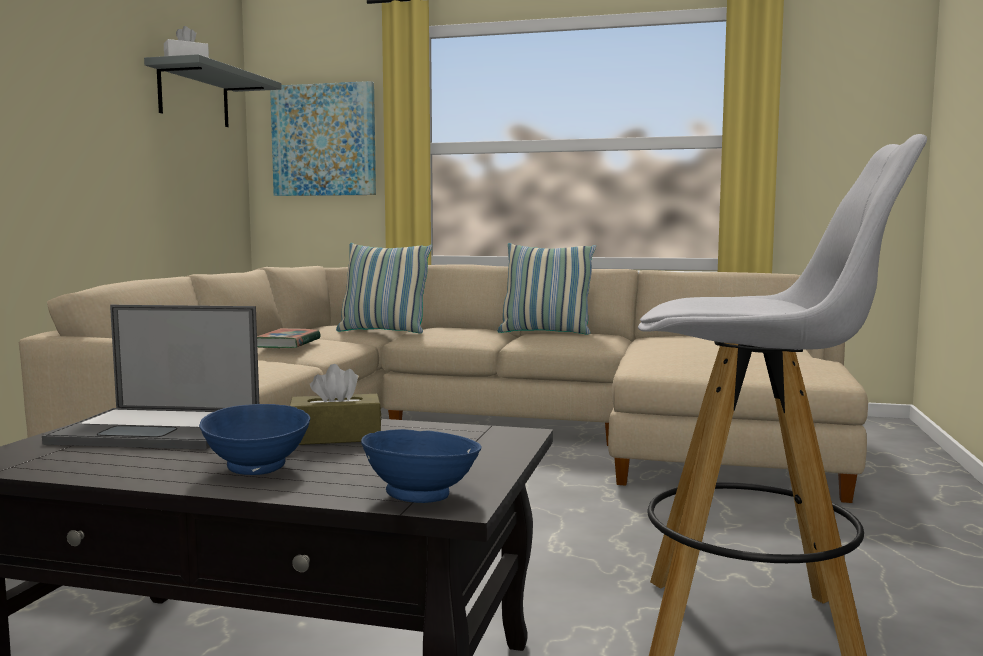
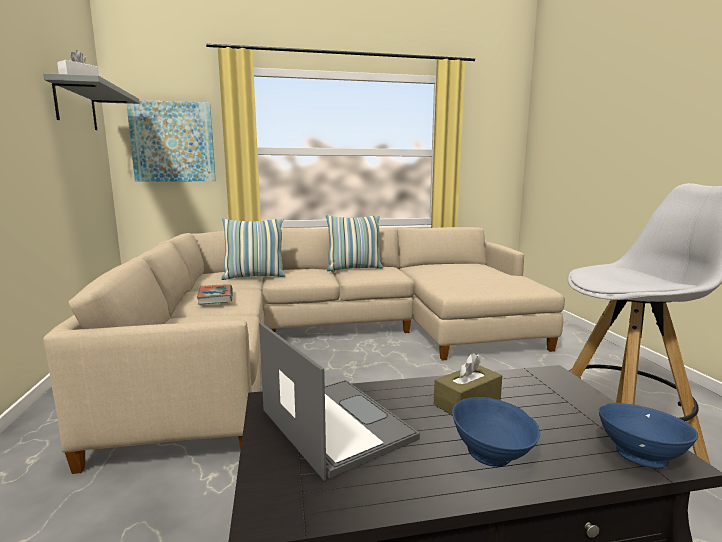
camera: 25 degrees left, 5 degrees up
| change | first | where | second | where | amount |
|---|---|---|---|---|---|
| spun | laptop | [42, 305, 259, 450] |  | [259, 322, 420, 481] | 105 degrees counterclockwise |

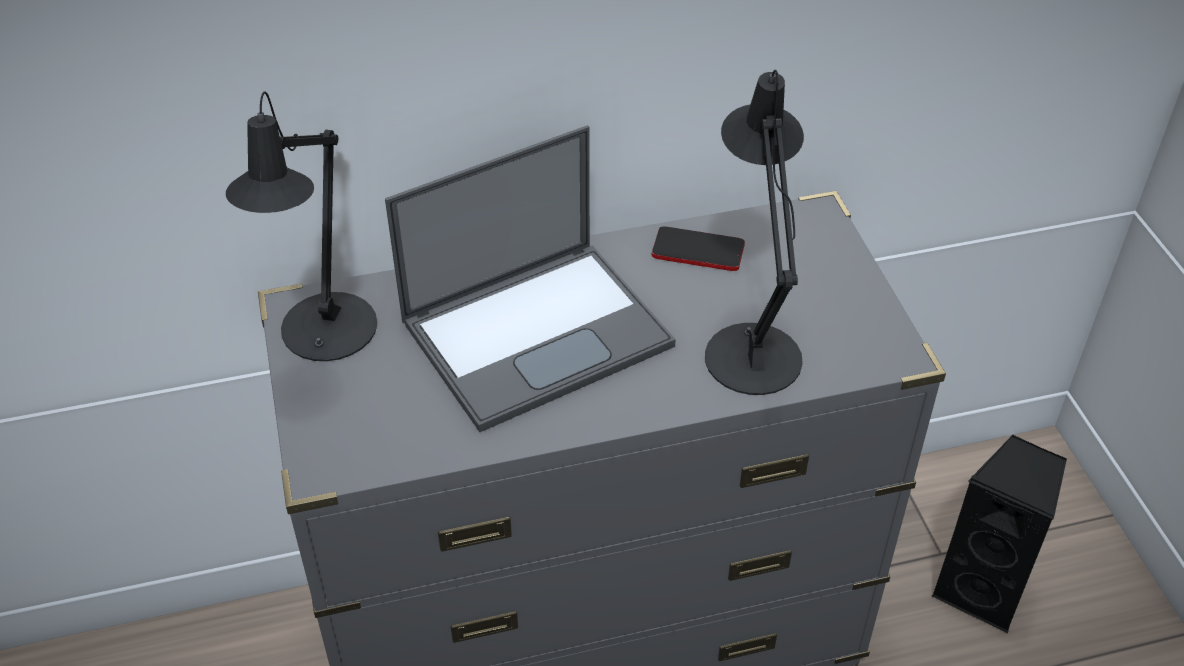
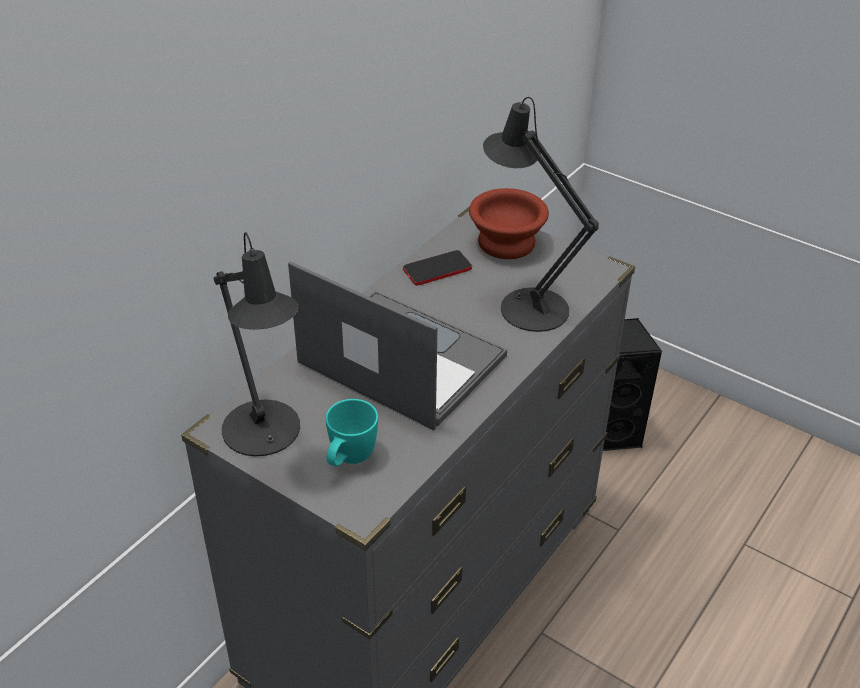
camera: 40 degrees left, 5 degrees down
| change | first | where | second | where | amount |
|---|---|---|---|---|---|
| appeared |  |  | turquoise mug | [325, 399, 378, 466] |  |
| appeared |  |  | brown bowl | [469, 188, 549, 259] |  |
| spun | laptop | [385, 125, 676, 432] |  | [288, 261, 507, 430] | 75 degrees counterclockwise |

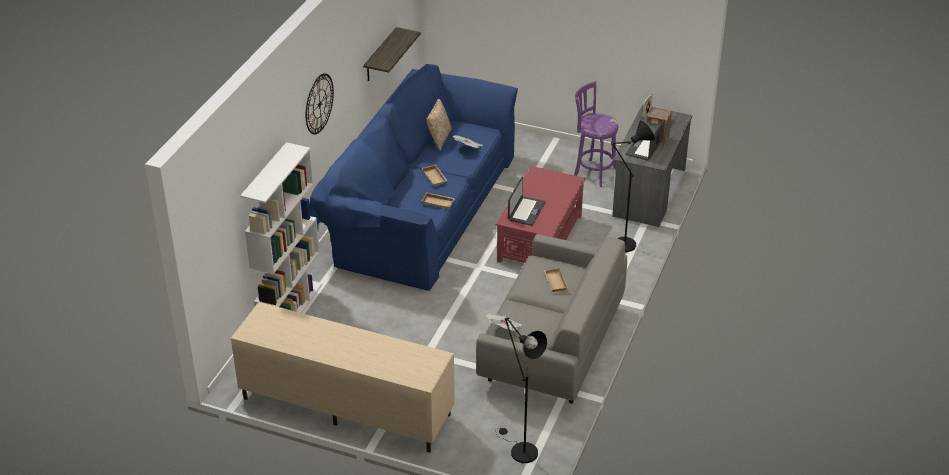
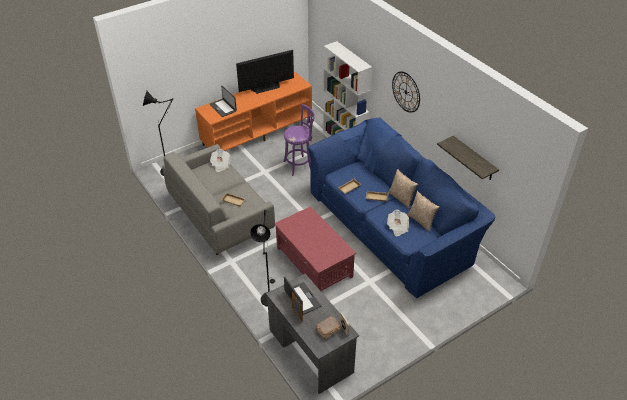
camera: 125 degrees right, 5 degrees up
| change | first | where | second | where | amount |
|---|---|---|---|---|---|
| appeared |  |  | television | [236, 50, 294, 94] |  |
| appeared |  |  | pillow | [388, 169, 418, 209] |  |
| relocated | laptop | [508, 176, 546, 226] |  | [210, 86, 237, 117] |  |
| relocated | purple stool | [574, 81, 618, 187] |  | [283, 104, 315, 176] |  |
| colour | beige tv stand | [231, 302, 455, 452] | orange tv stand | [195, 72, 312, 151] |  |

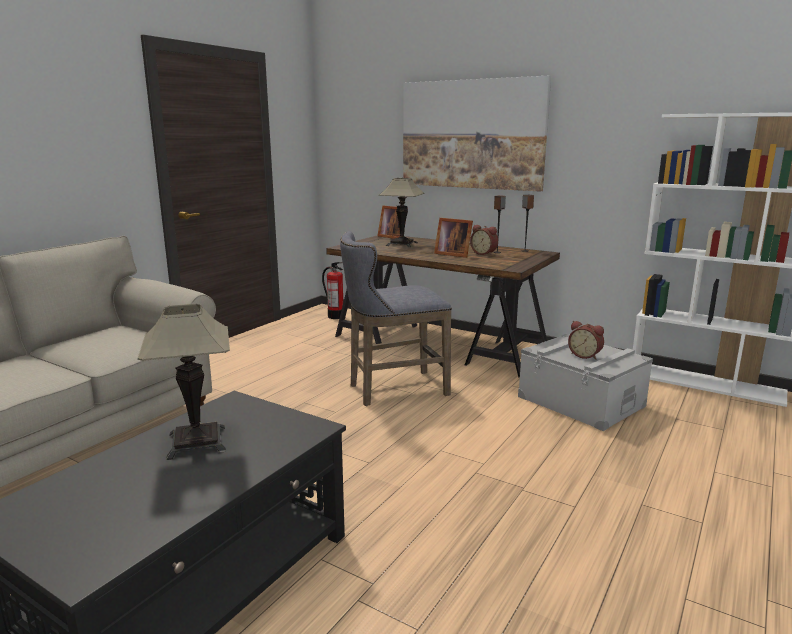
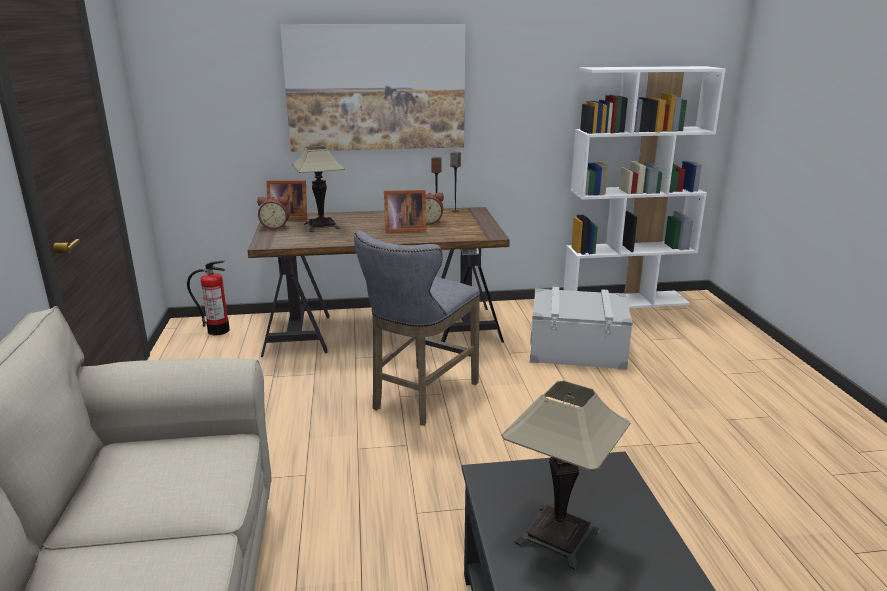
camera: 40 degrees left, 5 degrees up
| change | first | where | second | where | amount |
|---|---|---|---|---|---|
| relocated | alarm clock | [568, 321, 604, 360] |  | [257, 197, 290, 230] |  |

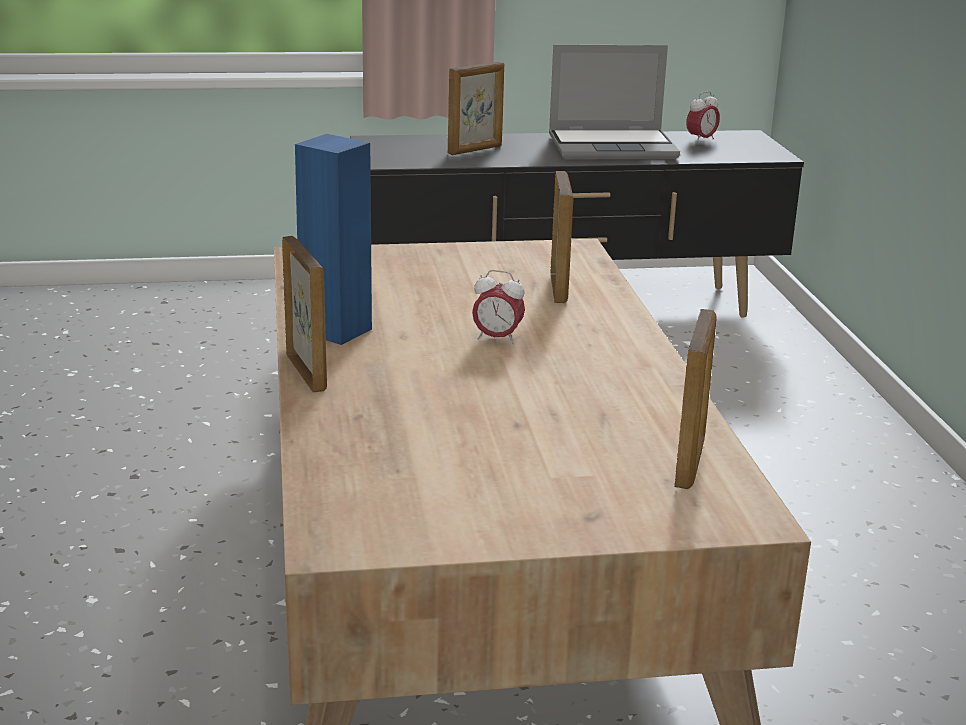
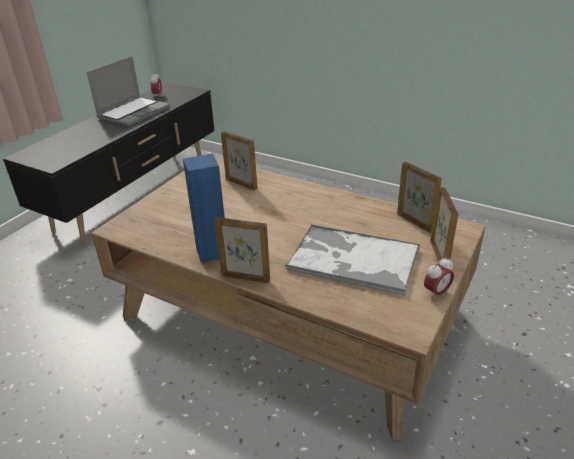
camera: 50 degrees left, 10 degrees up
| change | first | where | second | where | amount |
|---|---|---|---|---|---|
| appeared |  |  | tray | [285, 224, 420, 296] |  |
| relocated | picture frame | [448, 62, 504, 155] |  | [430, 187, 458, 263] |  |
| relocated | alarm clock | [472, 270, 525, 344] |  | [424, 257, 454, 300] |  |

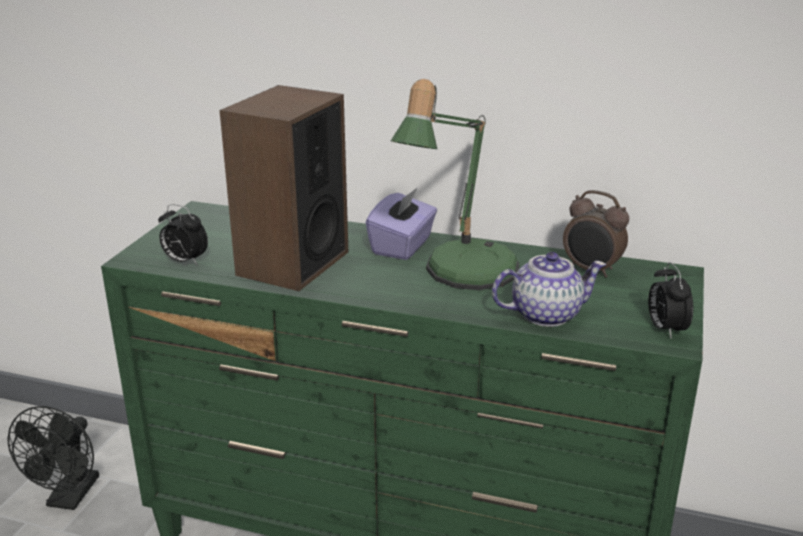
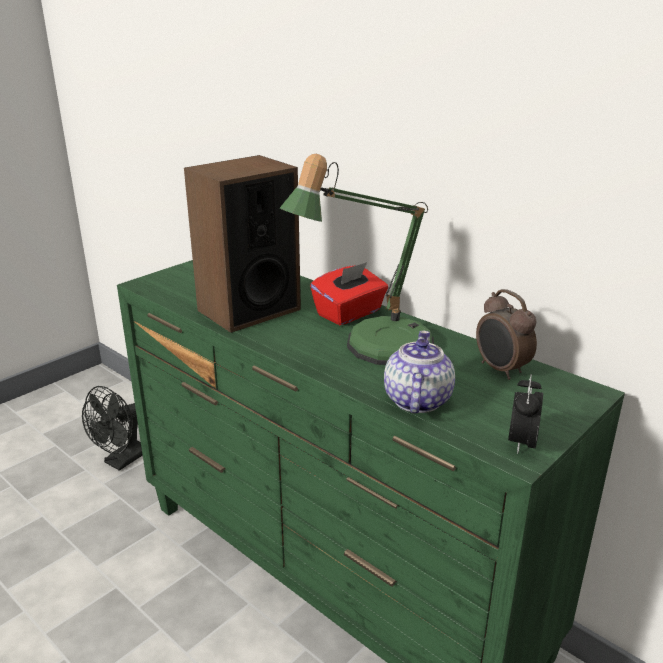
camera: 25 degrees right, 0 degrees up
| change | first | where | second | where | amount |
|---|---|---|---|---|---|
| missing | alarm clock | [158, 204, 208, 265] |  |  |  |
| colour | purple tissue box | [366, 187, 437, 260] | red tissue box | [310, 262, 388, 325] |  |
| spun | teapot | [492, 252, 606, 327] |  | [384, 331, 455, 414] | 90 degrees counterclockwise |

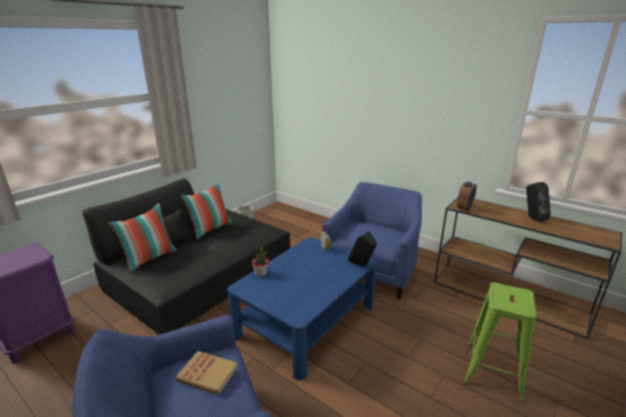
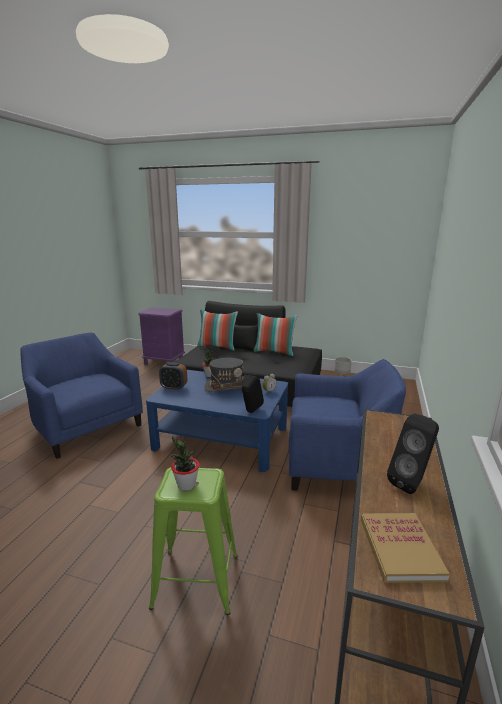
camera: 70 degrees right, 5 degrees down
| change | first | where | second | where | amount |
|---|---|---|---|---|---|
| appeared |  |  | potted plant | [171, 436, 200, 491] |  |
| appeared |  |  | grey hat | [204, 358, 244, 392] |  |
| relocated | book | [176, 351, 238, 395] |  | [361, 513, 450, 583] |  |
| relocated | alarm clock | [457, 182, 477, 211] |  | [159, 362, 187, 390] |  |

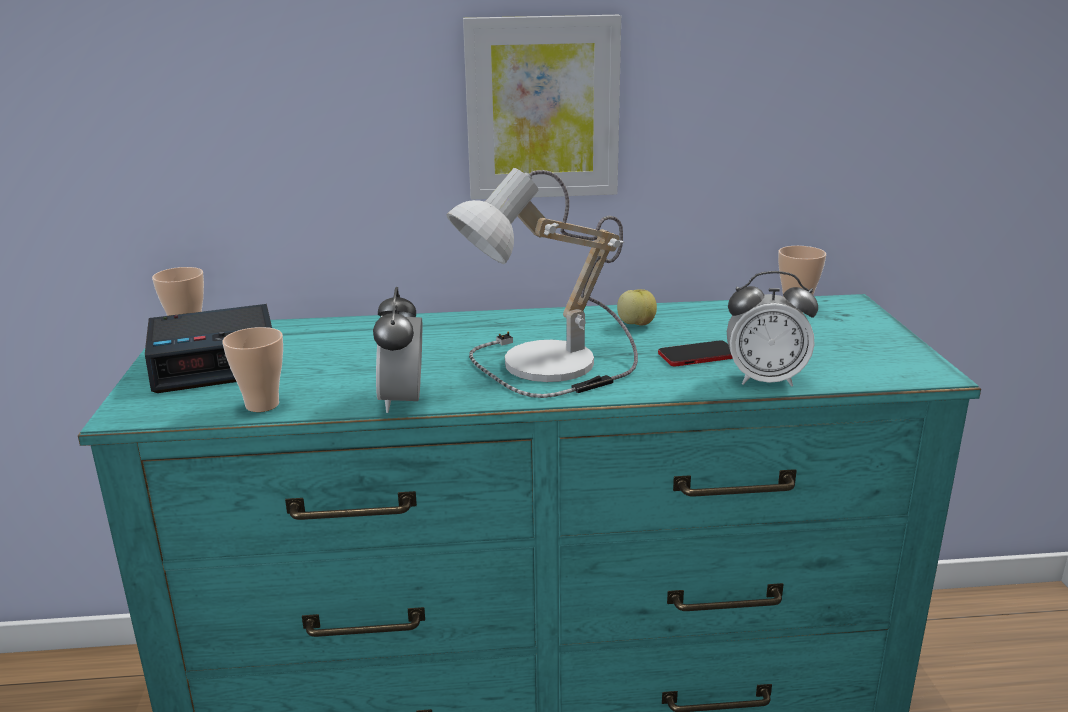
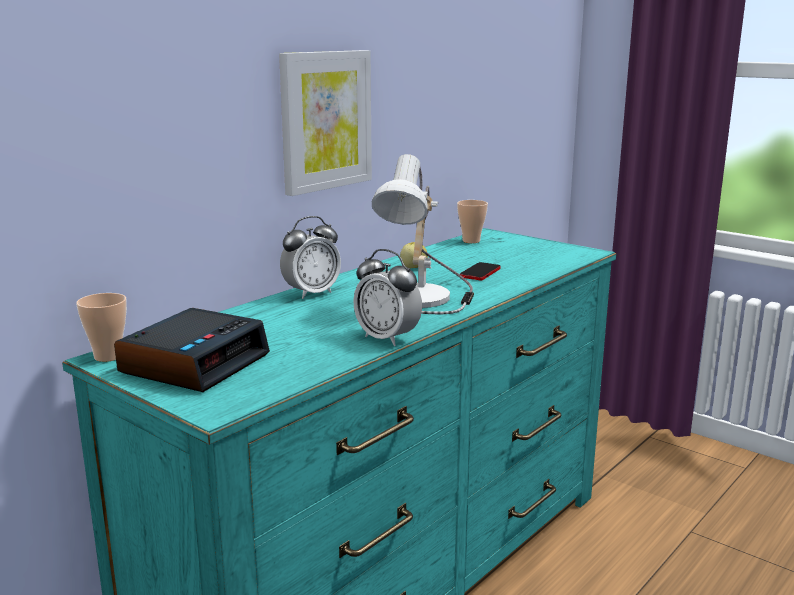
camera: 45 degrees left, 5 degrees down
| change | first | where | second | where | amount |
|---|---|---|---|---|---|
| missing | cup | [222, 327, 283, 412] |  |  |  |
| relocated | alarm clock | [727, 271, 818, 387] |  | [280, 216, 341, 299] |  |

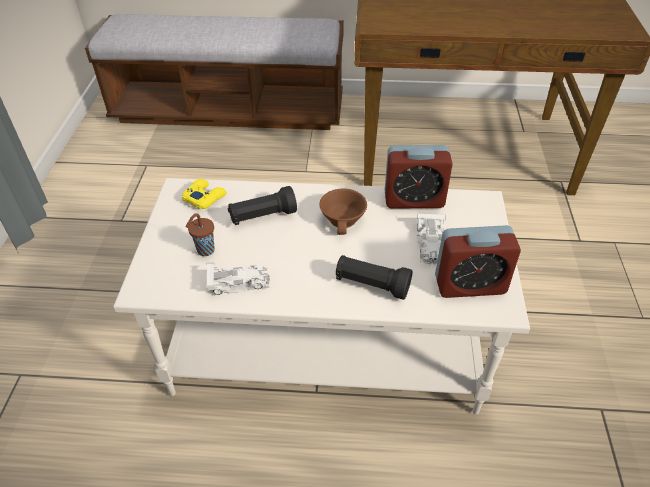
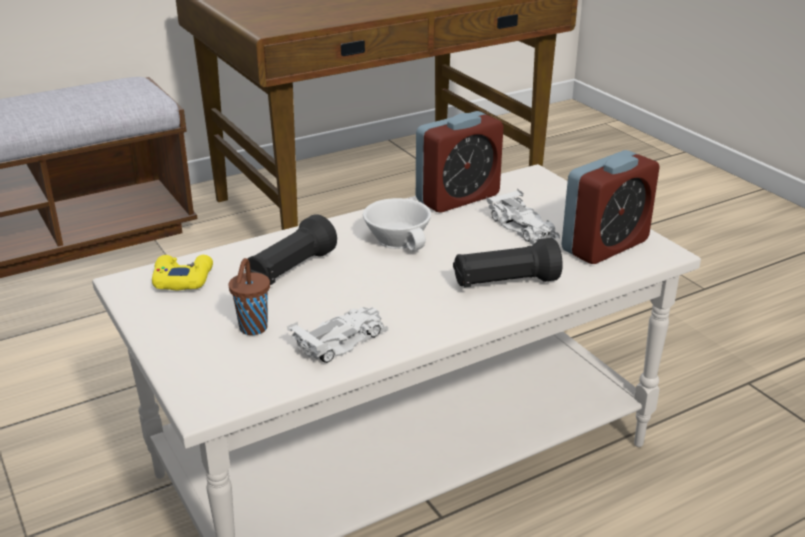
camera: 35 degrees left, 15 degrees down
| change | first | where | second | where | amount |
|---|---|---|---|---|---|
| colour | brown cup | [319, 188, 367, 235] | white cup | [363, 198, 431, 251] |  |

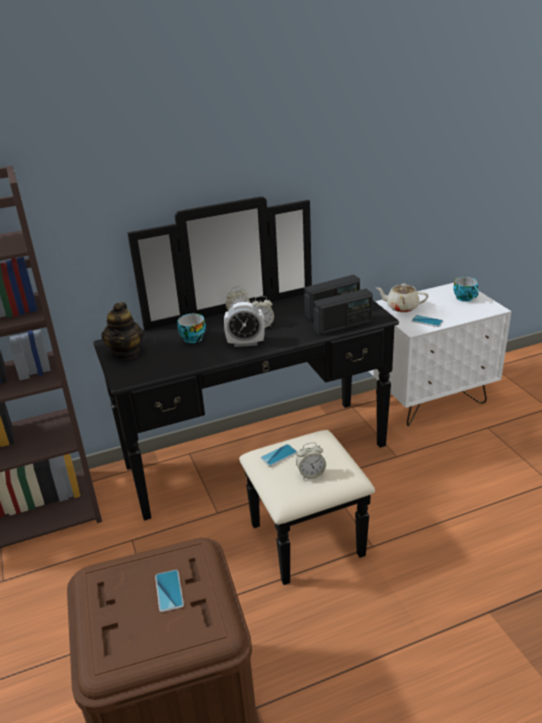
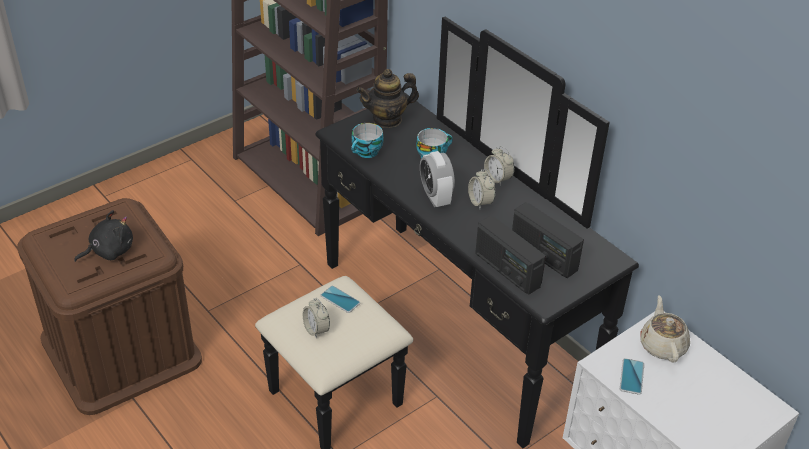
camera: 70 degrees right, 10 degrees up
| change | first | where | second | where | amount |
|---|---|---|---|---|---|
| relocated | cup | [453, 277, 479, 302] |  | [351, 123, 384, 158] |  |
| exchanged | phone | [155, 570, 184, 612] | black plush toy | [74, 210, 133, 262] |  |

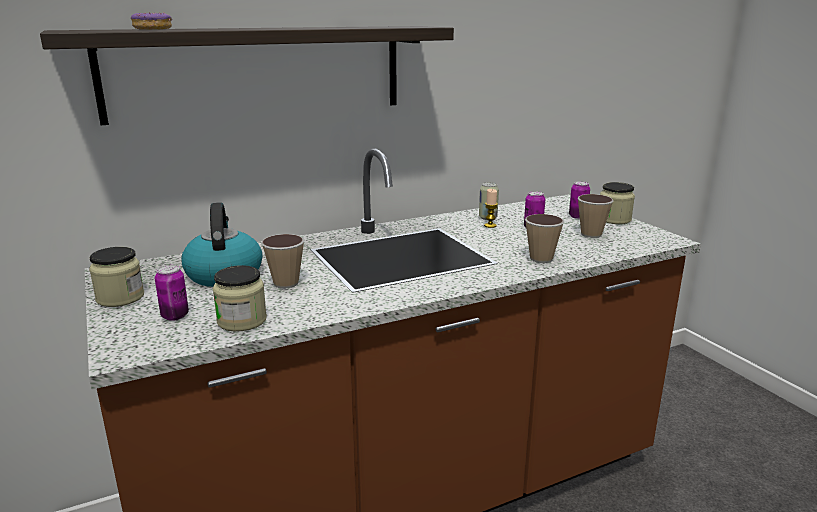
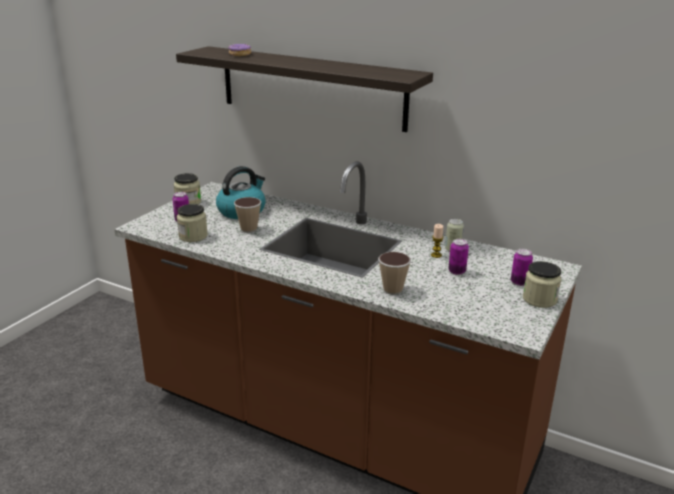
camera: 55 degrees right, 5 degrees up
| change | first | where | second | where | amount |
|---|---|---|---|---|---|
| missing | cup | [578, 194, 614, 238] |  |  |  |

